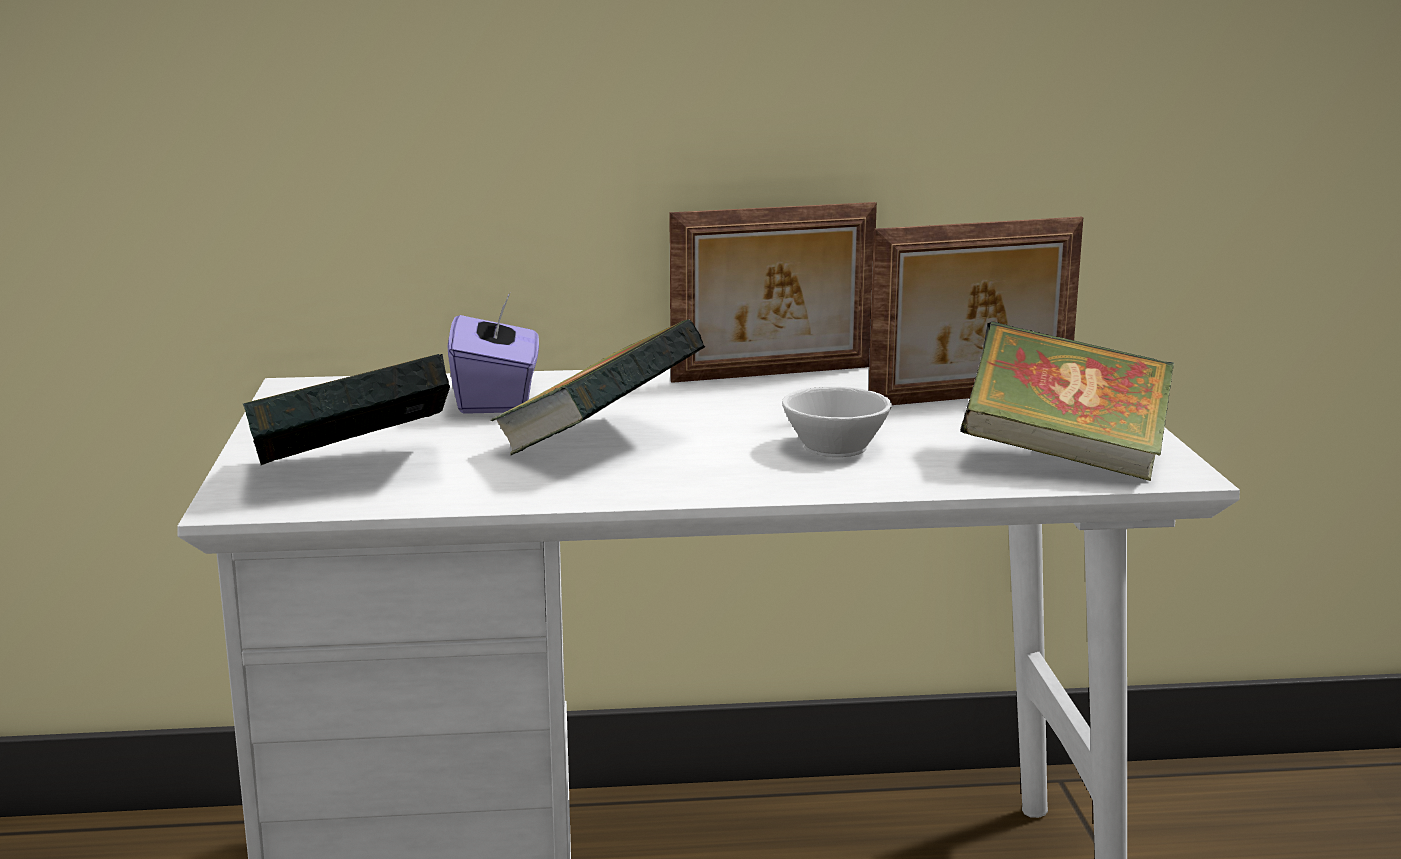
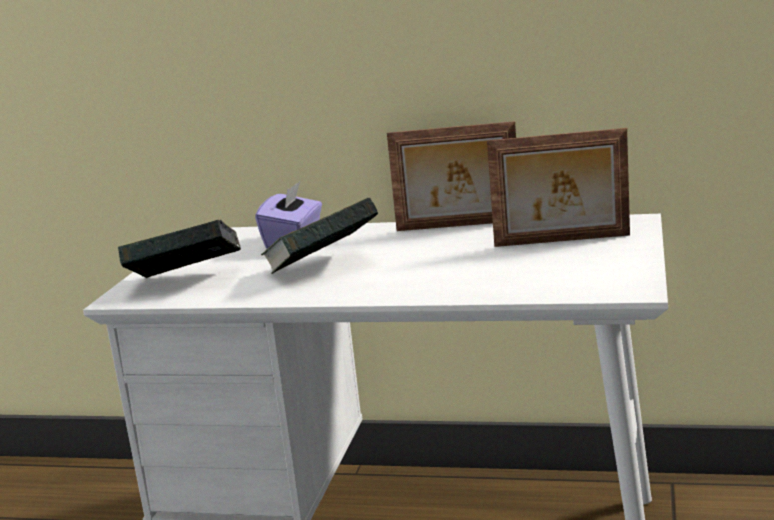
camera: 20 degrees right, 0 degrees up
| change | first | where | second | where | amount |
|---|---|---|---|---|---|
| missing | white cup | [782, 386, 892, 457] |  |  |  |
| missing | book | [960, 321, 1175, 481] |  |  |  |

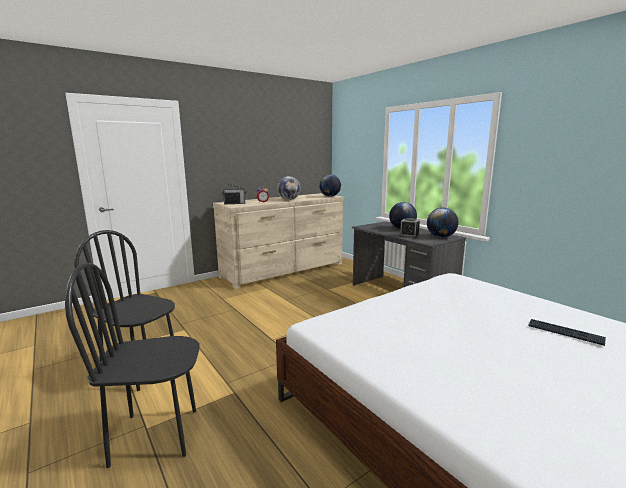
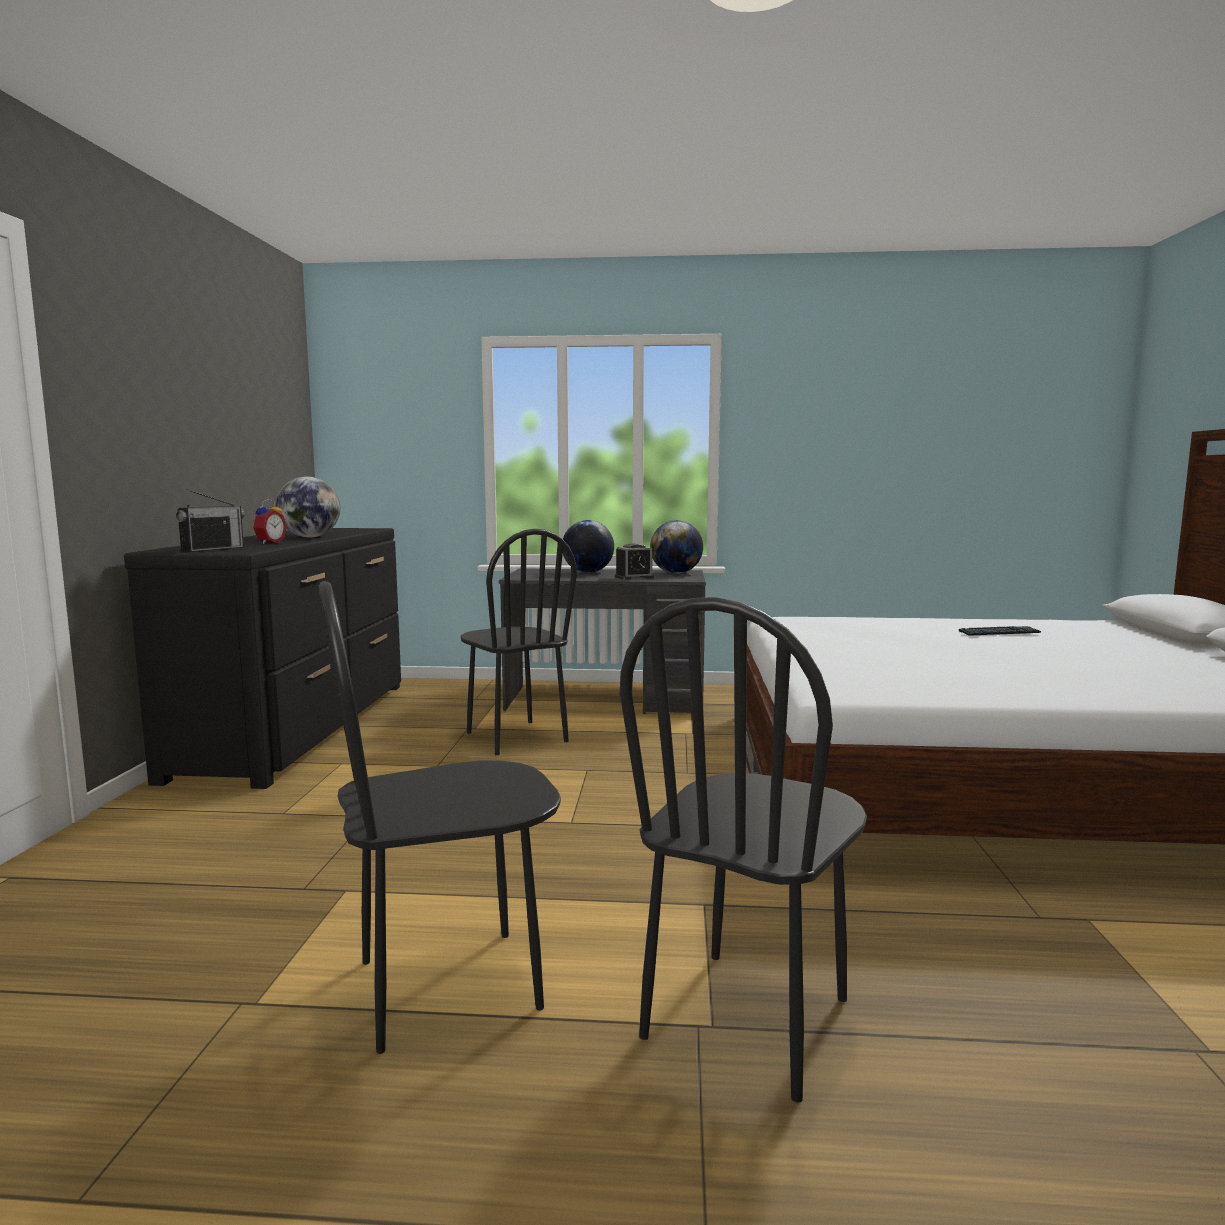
camera: 50 degrees left, 5 degrees down
| change | first | where | second | where | amount |
|---|---|---|---|---|---|
| missing | globe | [319, 174, 341, 197] |  |  |  |
| appeared |  |  | black chair | [461, 529, 577, 755] |  |
| colour | beige dresser | [213, 193, 344, 289] | black dresser | [124, 528, 401, 789] |  |

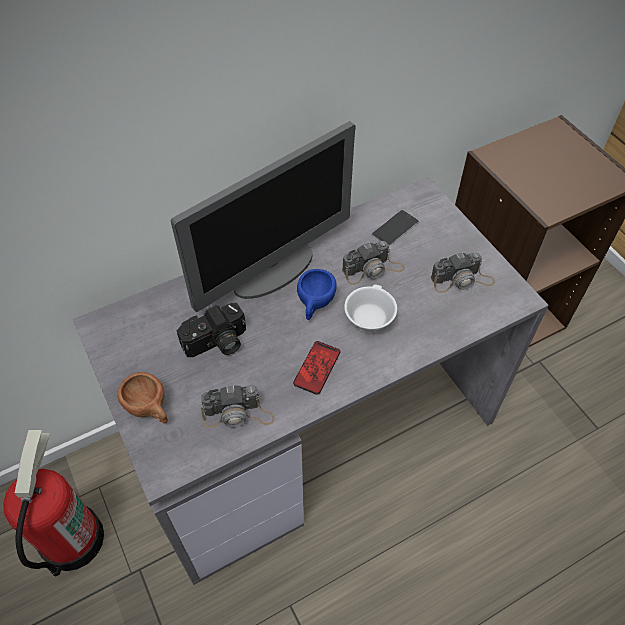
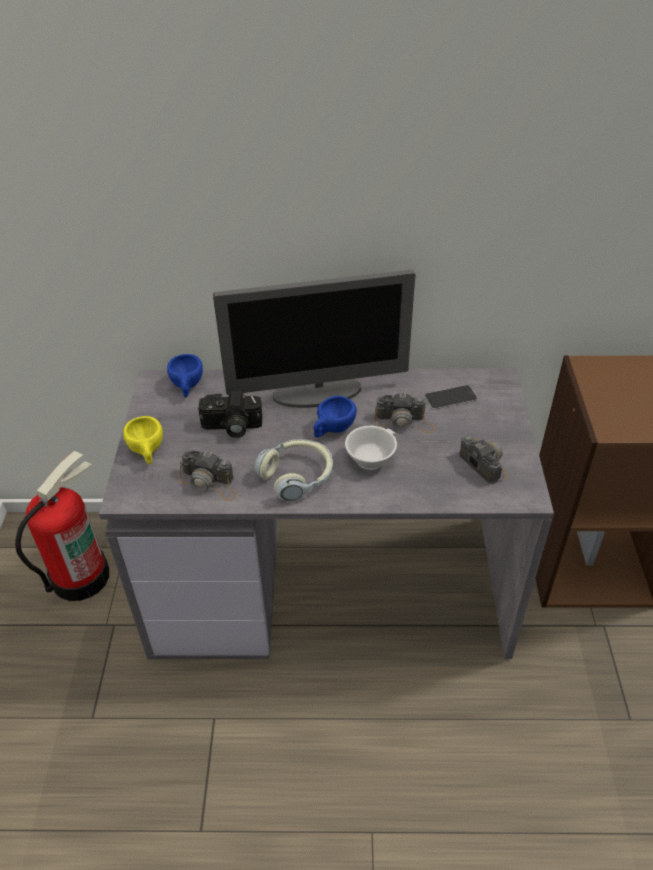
camera: 30 degrees right, 10 degrees down
| change | first | where | second | where | amount |
|---|---|---|---|---|---|
| appeared |  |  | blue cup | [167, 354, 203, 397] |  |
| exchanged | phone | [293, 341, 340, 395] | headphones | [255, 439, 333, 502] |  |
| colour | brown cup | [117, 372, 168, 423] | yellow cup | [123, 416, 163, 464] |  |
| spun | photo camera | [431, 253, 495, 293] |  | [459, 435, 509, 484] | 135 degrees counterclockwise |

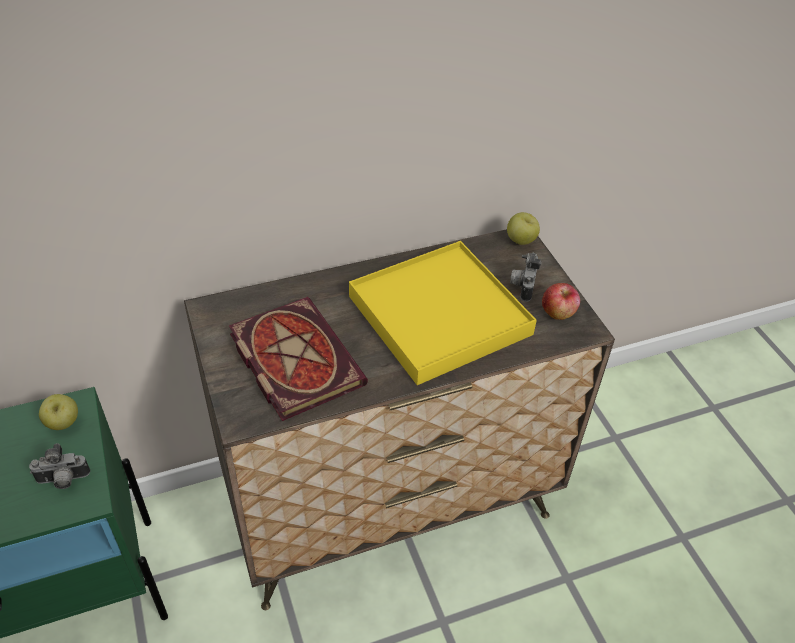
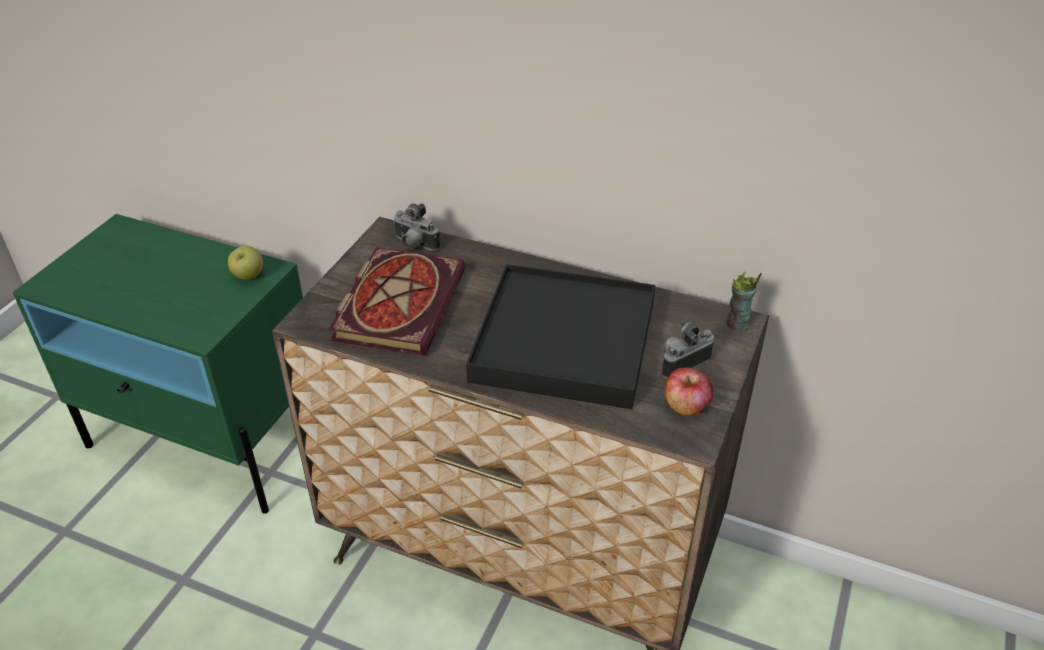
camera: 45 degrees right, 5 degrees down
| change | first | where | second | where | amount |
|---|---|---|---|---|---|
| relocated | photo camera | [29, 443, 90, 489] |  | [393, 203, 440, 251] |  |
| exchanged | apple | [507, 212, 540, 245] | cup | [726, 272, 762, 331] |  |
| colour | yellow tray | [349, 241, 537, 385] | black tray | [466, 264, 655, 409] |  |

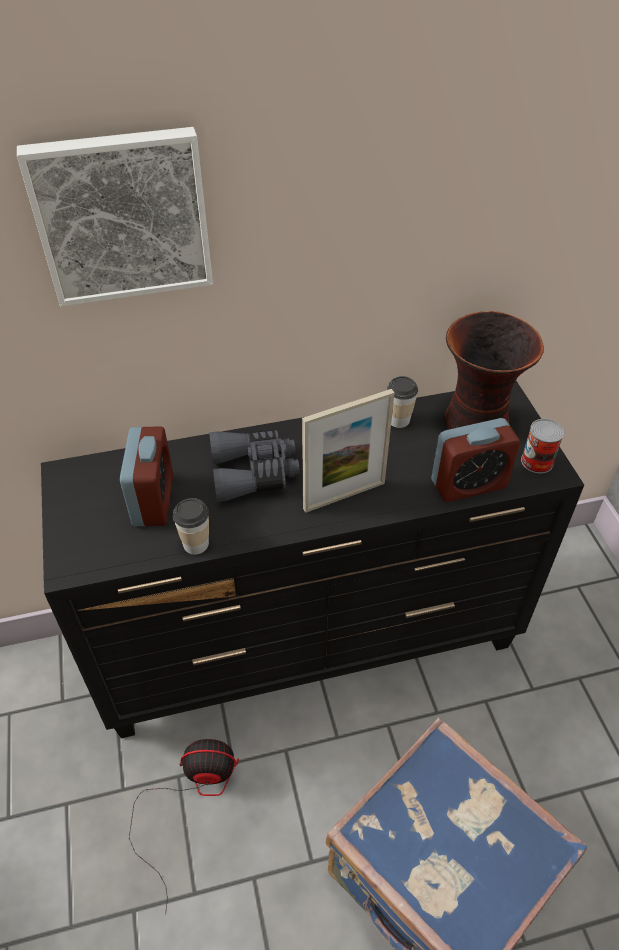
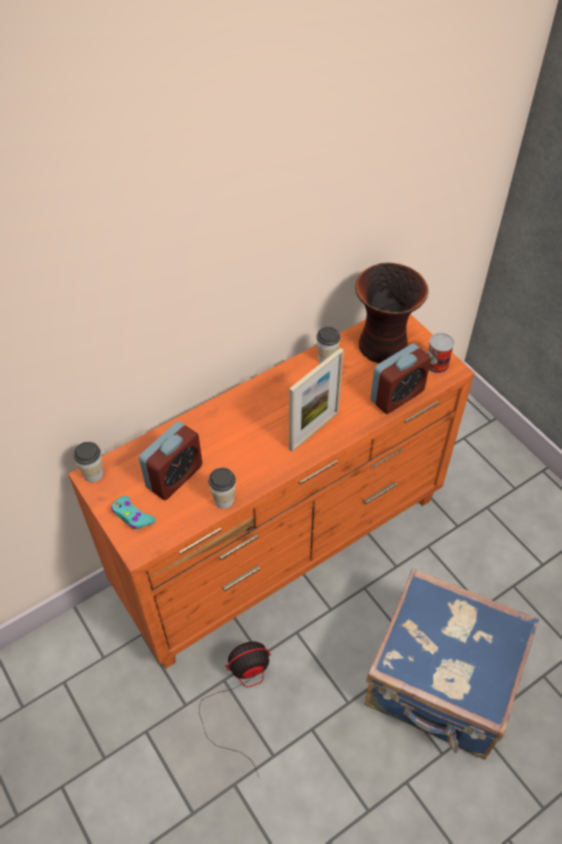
camera: 20 degrees left, 5 degrees up
| change | first | where | second | where | amount |
|---|---|---|---|---|---|
| missing | picture | [17, 127, 213, 306] |  |  |  |
| missing | grey binoculars | [209, 430, 300, 502] |  |  |  |
| appeared |  |  | cup | [74, 442, 104, 483] |  |
| appeared |  |  | turquoise game controller | [111, 496, 155, 529] |  |
| colour | black dresser | [41, 381, 584, 738] | orange dresser | [68, 314, 474, 669] |  |
| spun | alarm clock | [120, 427, 173, 526] |  | [139, 421, 202, 500] | 60 degrees clockwise |

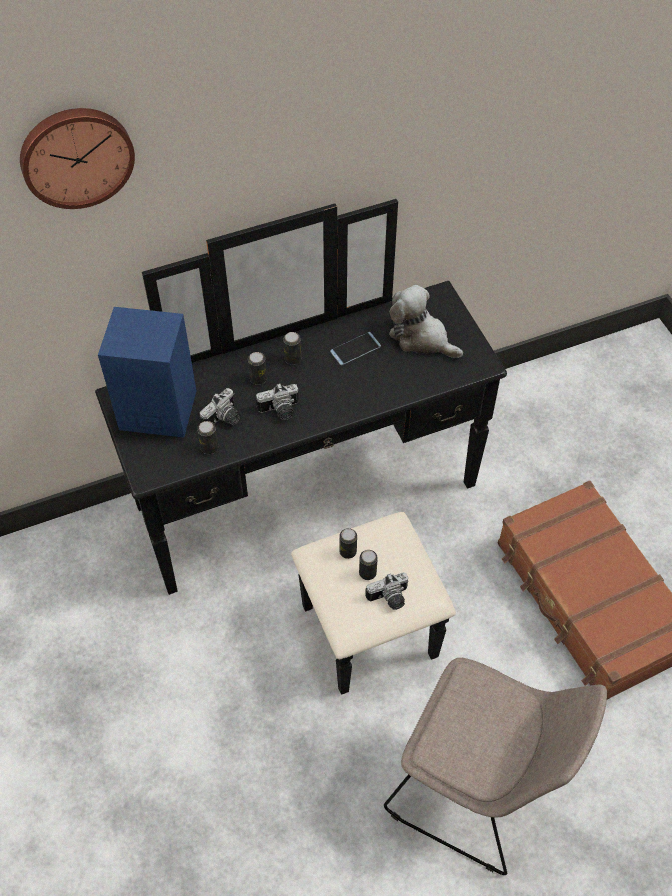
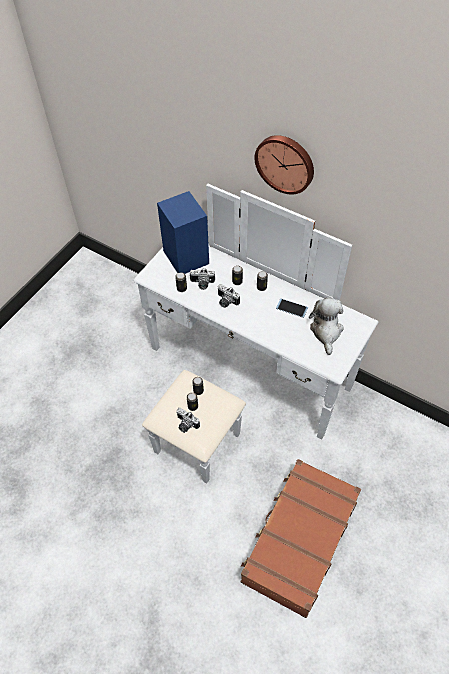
camera: 55 degrees right, 0 degrees up
| change | first | where | second | where | amount |
|---|---|---|---|---|---|
| missing | beige chair | [384, 658, 607, 875] |  |  |  |
| relocated | wall clock | [20, 108, 135, 209] |  | [254, 135, 314, 195] |  |
| colour | black dresser | [95, 199, 507, 695] | white dresser | [134, 184, 378, 484] |  |

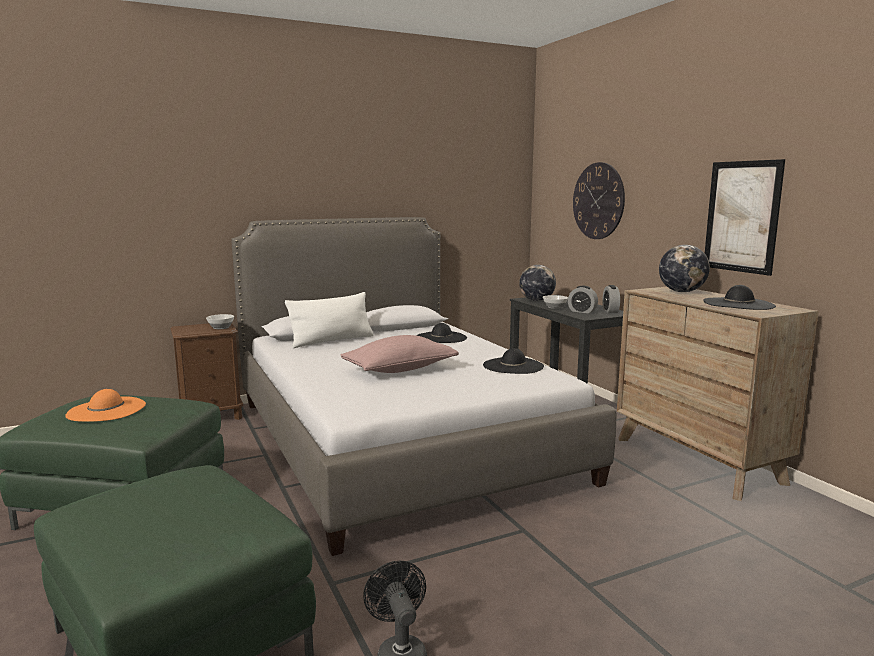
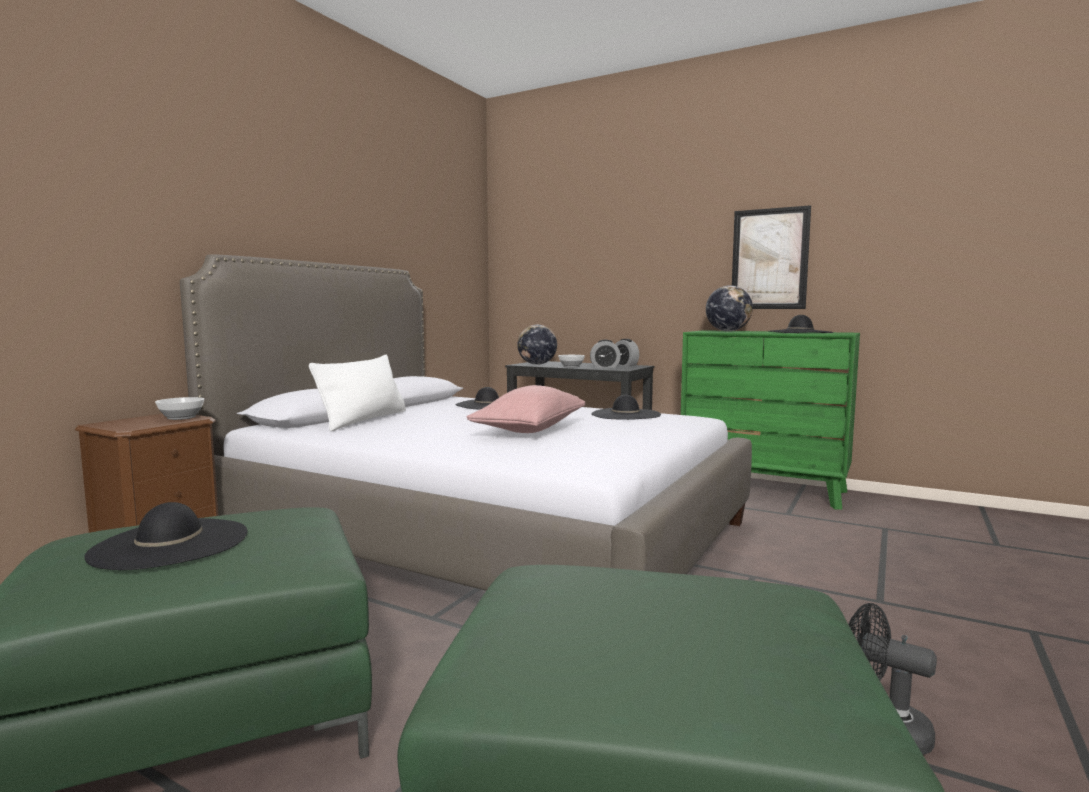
camera: 35 degrees left, 5 degrees down
| change | first | where | second | where | amount |
|---|---|---|---|---|---|
| missing | wall clock | [573, 162, 625, 239] |  |  |  |
| colour | orange hat | [65, 389, 146, 422] | black hat | [84, 502, 247, 570] |  |
| colour | brown dresser | [617, 287, 819, 501] | green dresser | [681, 330, 860, 510] |  |

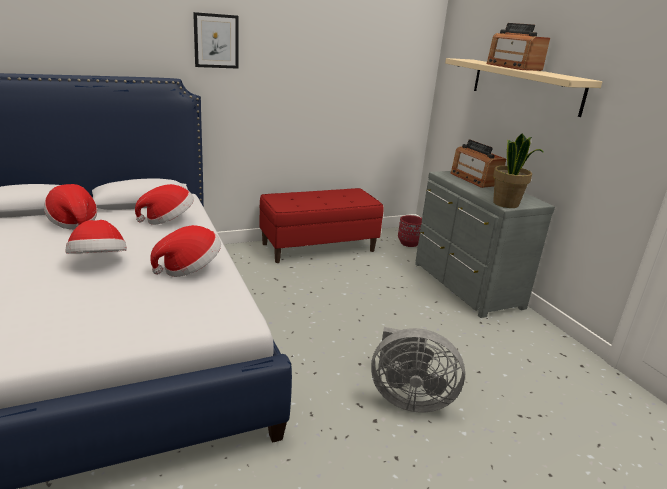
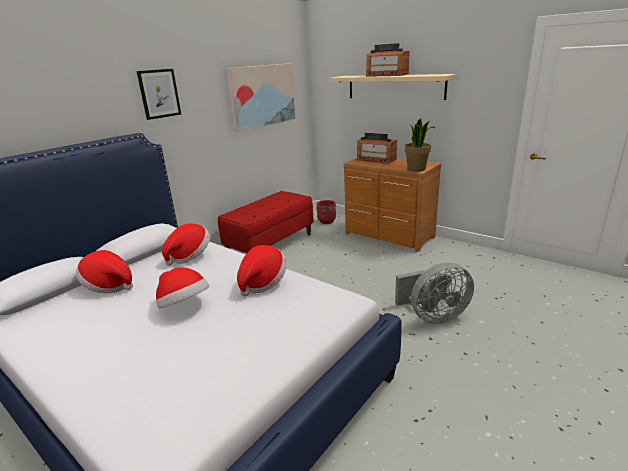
camera: 25 degrees left, 0 degrees up
| change | first | where | second | where | amount |
|---|---|---|---|---|---|
| appeared |  |  | picture | [226, 63, 296, 132] |  |
| colour | grey dresser | [415, 171, 555, 318] | brown dresser | [344, 158, 441, 252] |  |

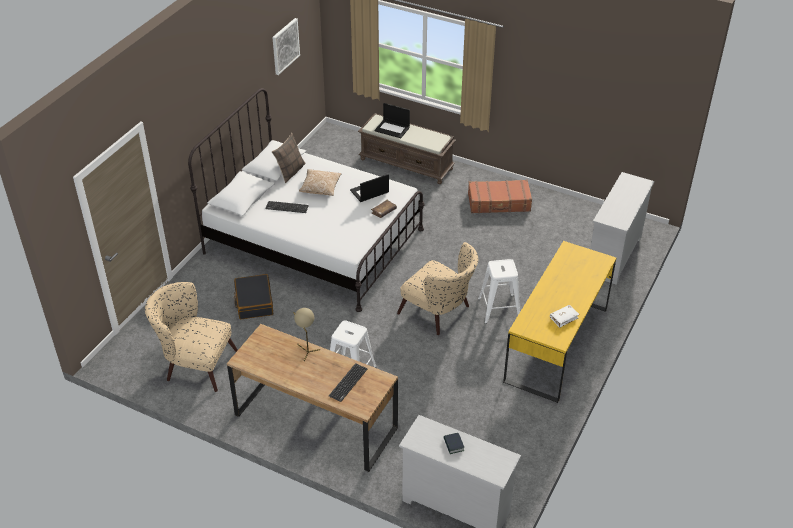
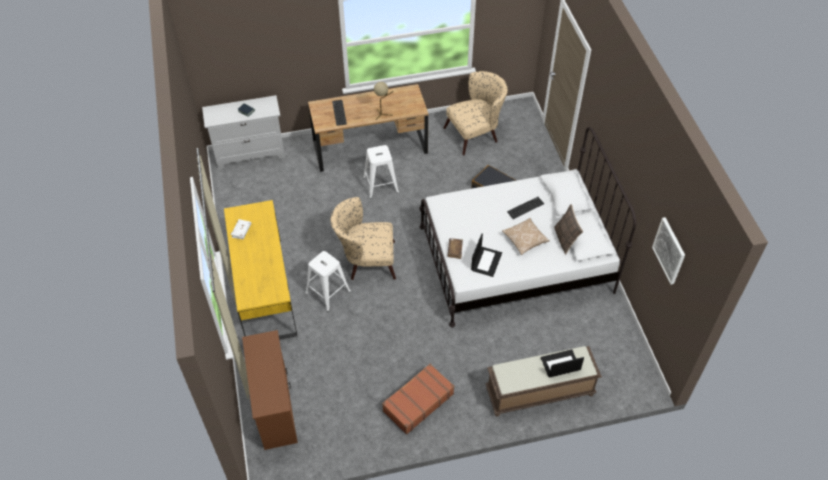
camera: 140 degrees right, 10 degrees up
| change | first | where | second | where | amount |
|---|---|---|---|---|---|
| colour | white dresser | [590, 172, 654, 285] | brown dresser | [242, 330, 298, 450] |  |

